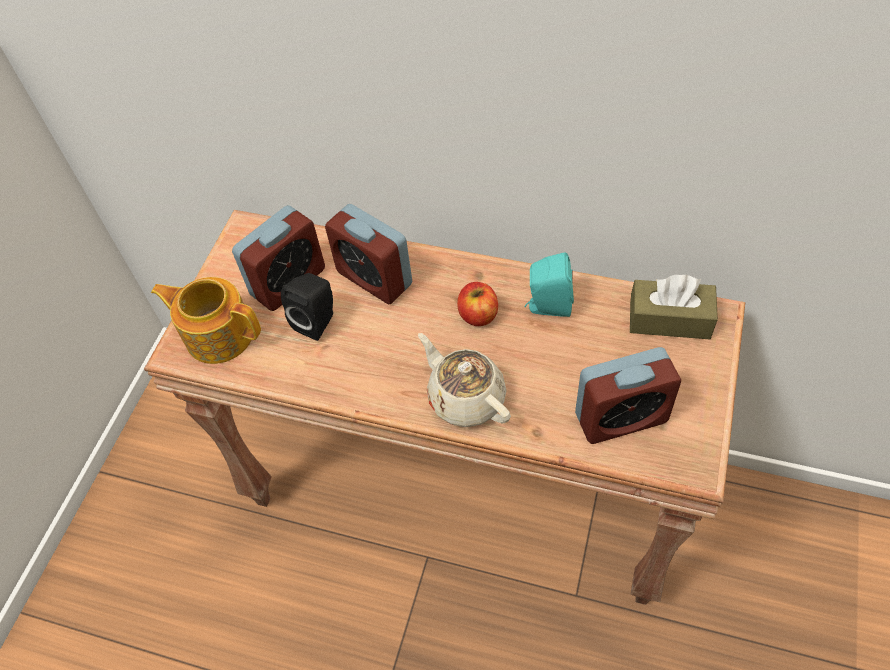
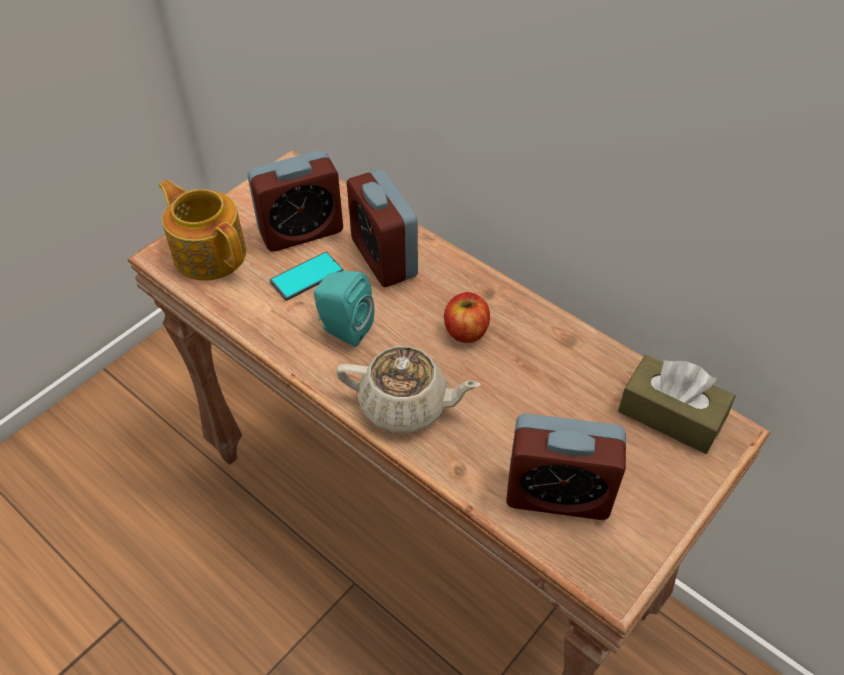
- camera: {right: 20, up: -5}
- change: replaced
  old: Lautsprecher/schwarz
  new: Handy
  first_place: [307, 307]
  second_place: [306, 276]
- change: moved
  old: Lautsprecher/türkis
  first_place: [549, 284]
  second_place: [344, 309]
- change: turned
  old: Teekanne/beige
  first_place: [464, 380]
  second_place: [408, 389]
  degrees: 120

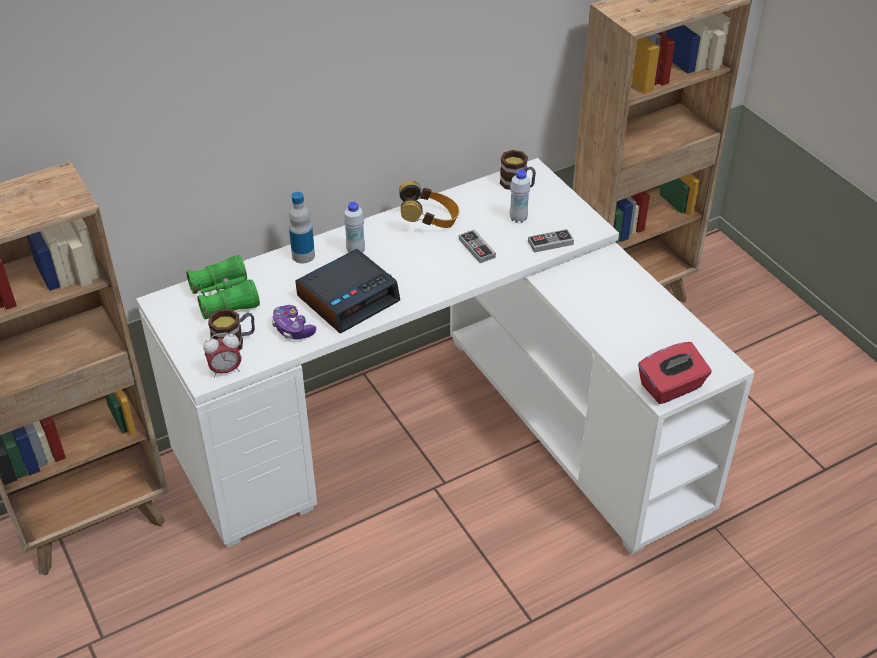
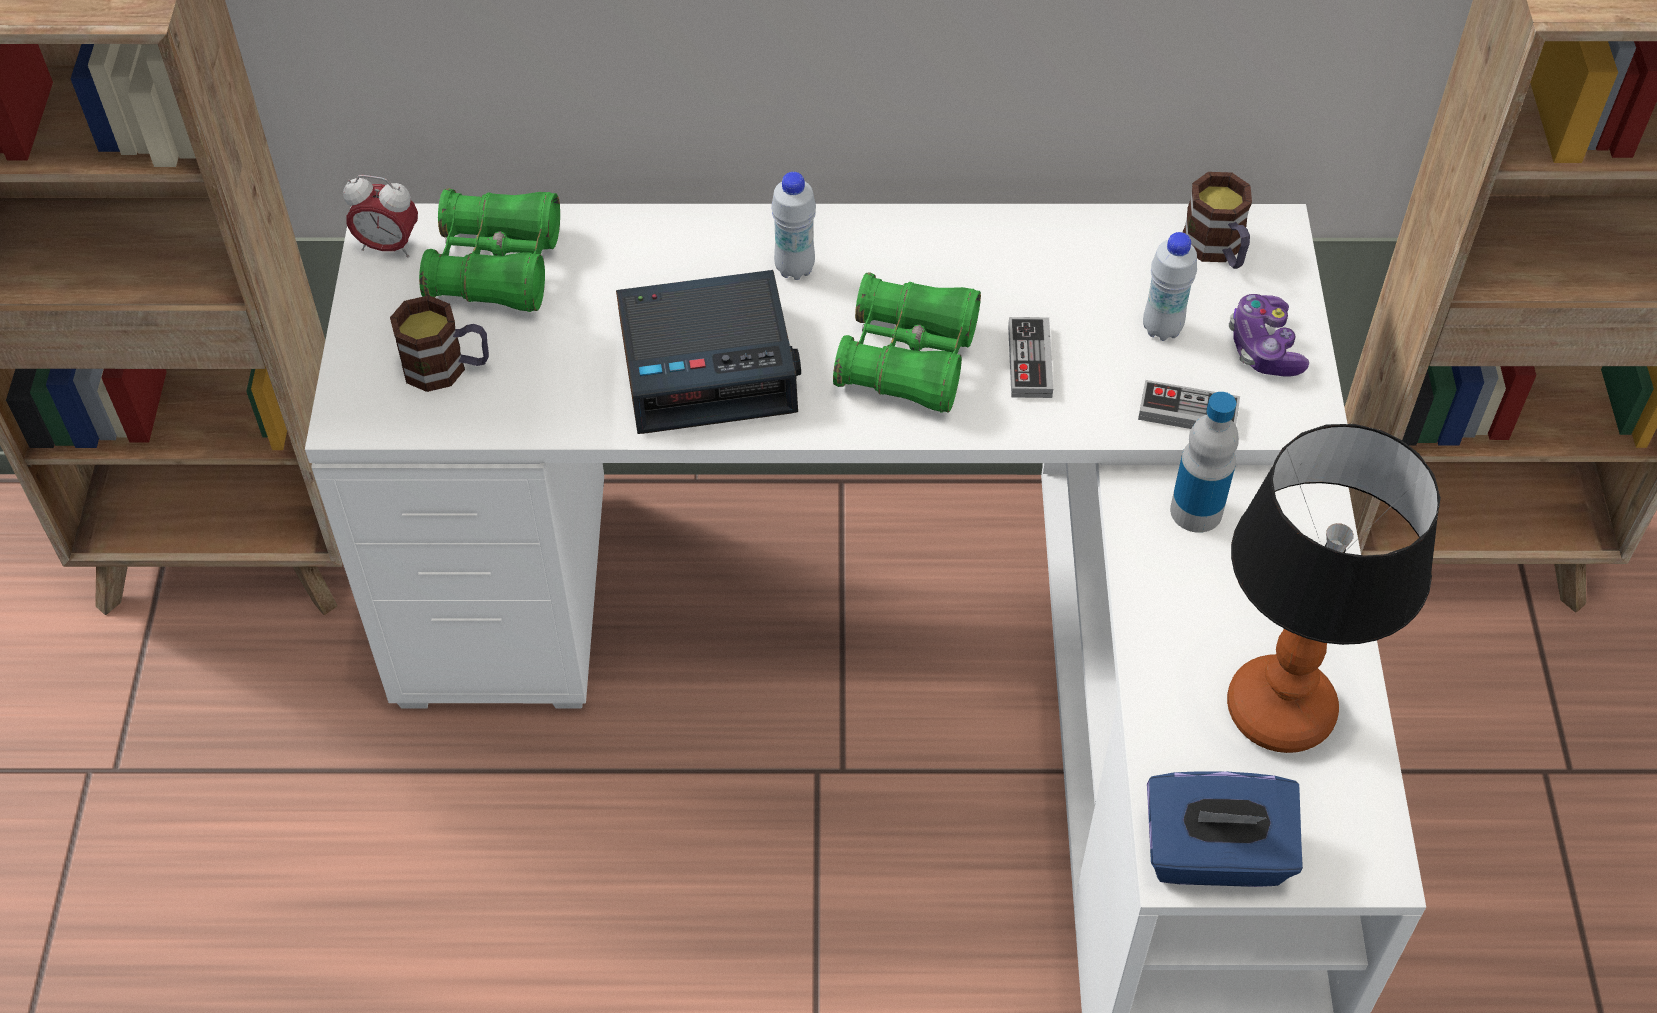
- camera: {right: 30, up: 10}
- change: moved
  old: Wecker
  first_place: [222, 355]
  second_place: [380, 216]
- change: added
  new: Fernglas/grün
  second_place: [907, 342]
- change: recoloured
  old: Taschentuchbox/rot
  new: Taschentuchbox/blau
  first_place: [674, 373]
  second_place: [1225, 829]
- change: moved
  old: Flasche
  first_place: [302, 227]
  second_place: [1204, 462]
- change: added
  new: Tischlampe
  second_place: [1334, 588]
- change: moved
  old: Gamepad
  first_place: [294, 322]
  second_place: [1269, 335]
- change: removed
  old: Kopfhörer
  first_place: [429, 204]

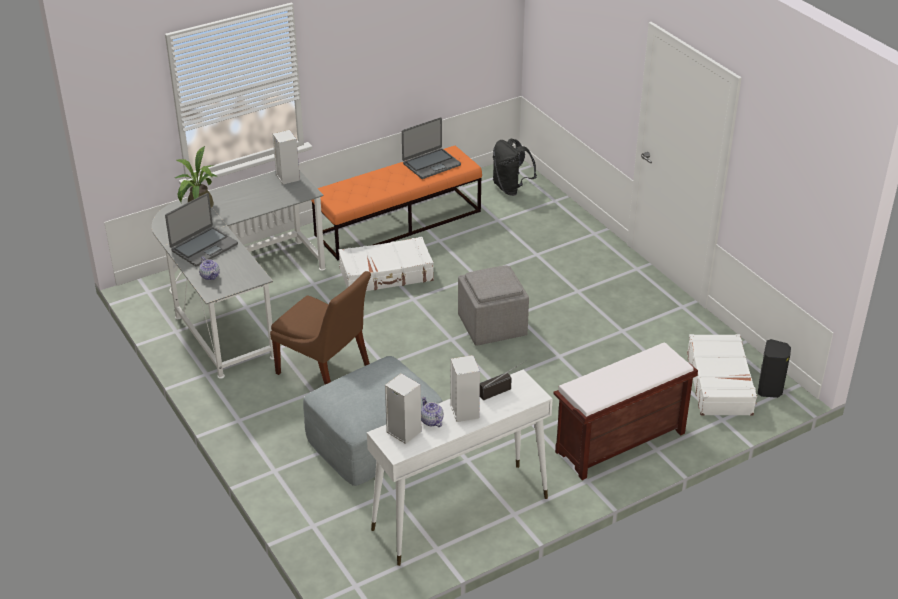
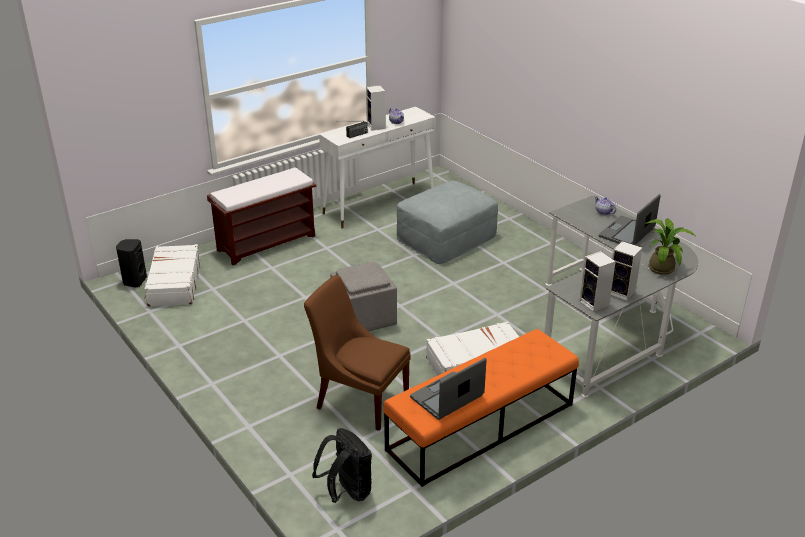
- camera: {right: 175, up: -5}
- change: moved
  old: Stuhl/braun
  first_place: [320, 328]
  second_place: [357, 353]
- change: moved
  old: Lautsprecher
  first_place: [403, 408]
  second_place: [626, 271]

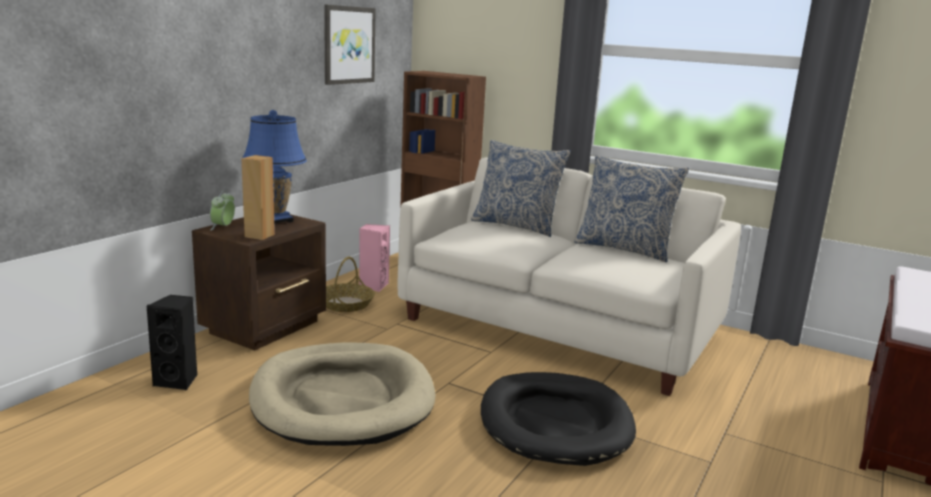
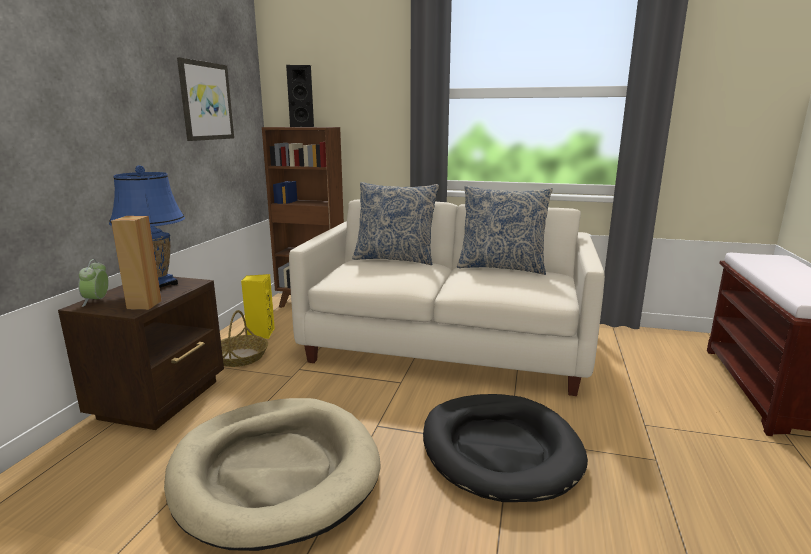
- camera: {right: -15, up: 0}
- change: recoloured
  old: Lautsprecher/rosa
  new: Lautsprecher/gelb
  first_place: [374, 258]
  second_place: [258, 306]
- change: moved
  old: Lautsprecher/schwarz
  first_place: [172, 342]
  second_place: [300, 96]

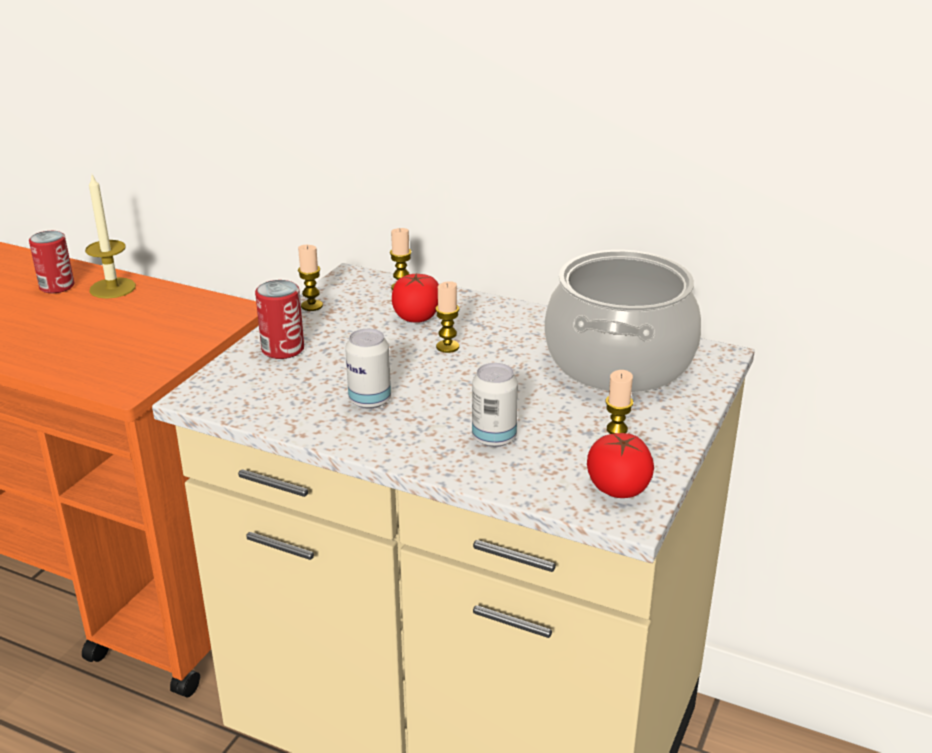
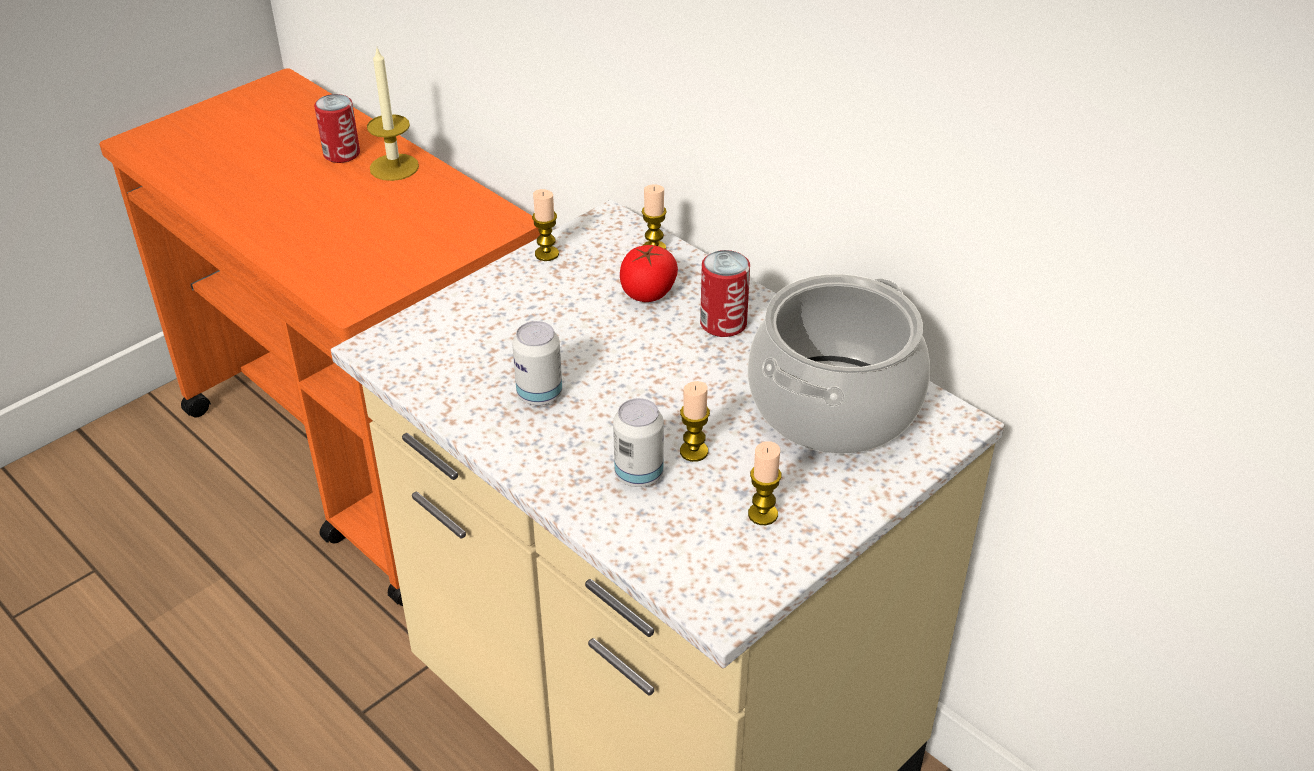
- camera: {right: 20, up: 10}
- change: moved
  old: Kerze
  first_place: [447, 317]
  second_place: [695, 421]
- change: moved
  old: Dose
  first_place: [279, 319]
  second_place: [725, 293]
- change: removed
  old: Tomate
  first_place: [620, 465]

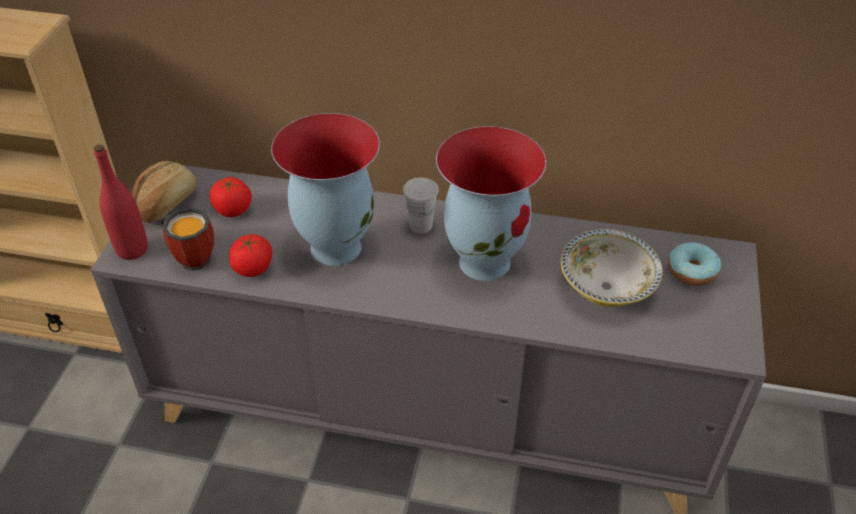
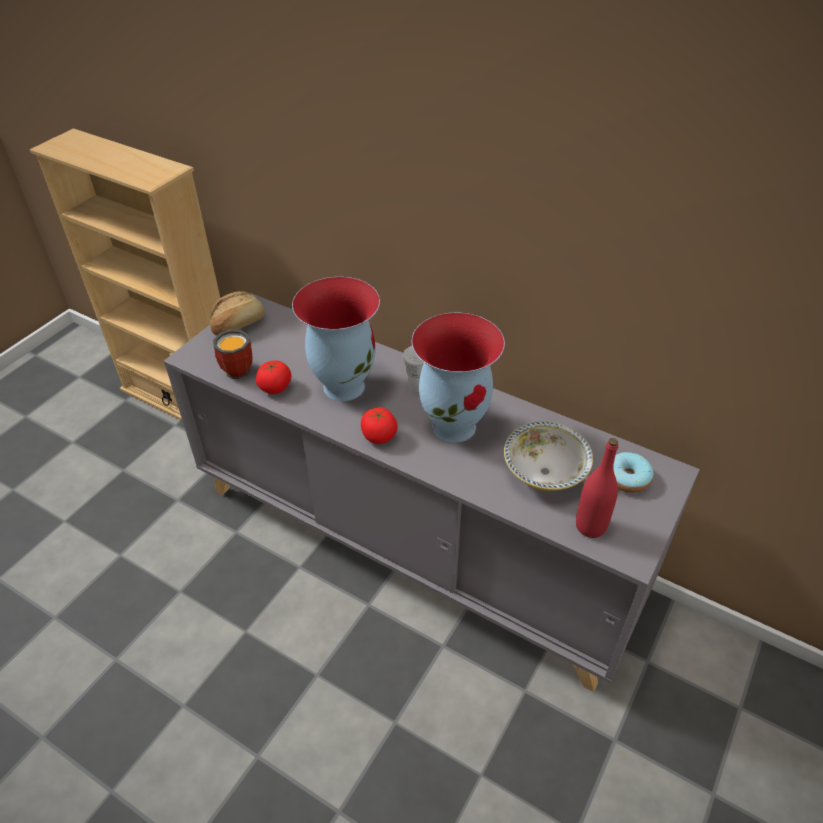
- camera: {right: 20, up: 0}
- change: moved
  old: Tomate
  first_place: [231, 197]
  second_place: [379, 425]
- change: moved
  old: Flasche/rot
  first_place: [121, 202]
  second_place: [597, 488]

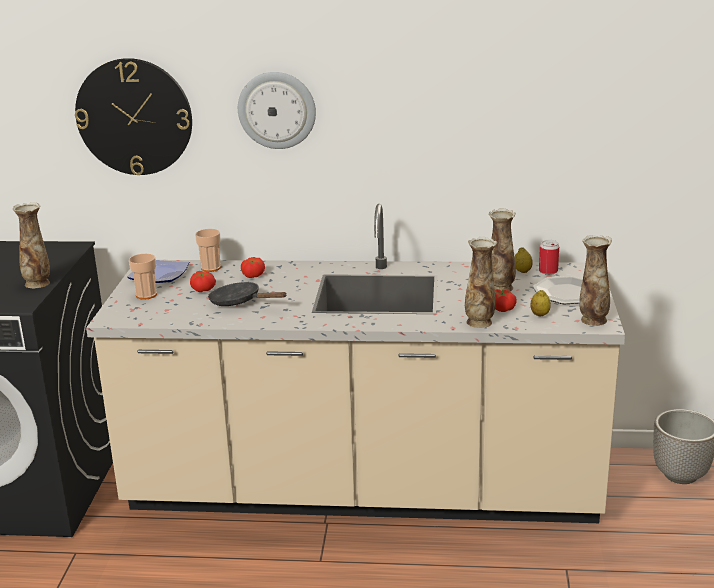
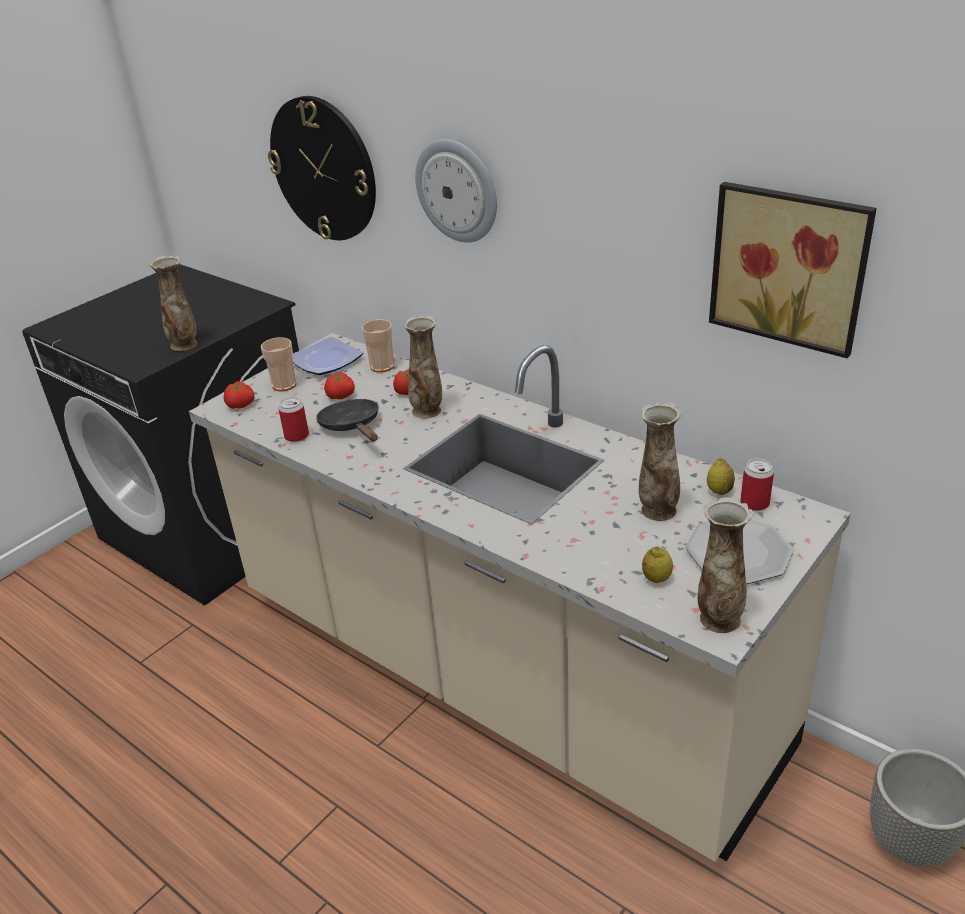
- camera: {right: 35, up: 10}
- change: moved
  old: Tomate
  first_place: [506, 300]
  second_place: [239, 395]
- change: added
  new: Dose
  second_place: [293, 419]
- change: moved
  old: Vase
  first_place: [481, 282]
  second_place: [422, 367]
- change: added
  new: Bild
  second_place: [793, 270]

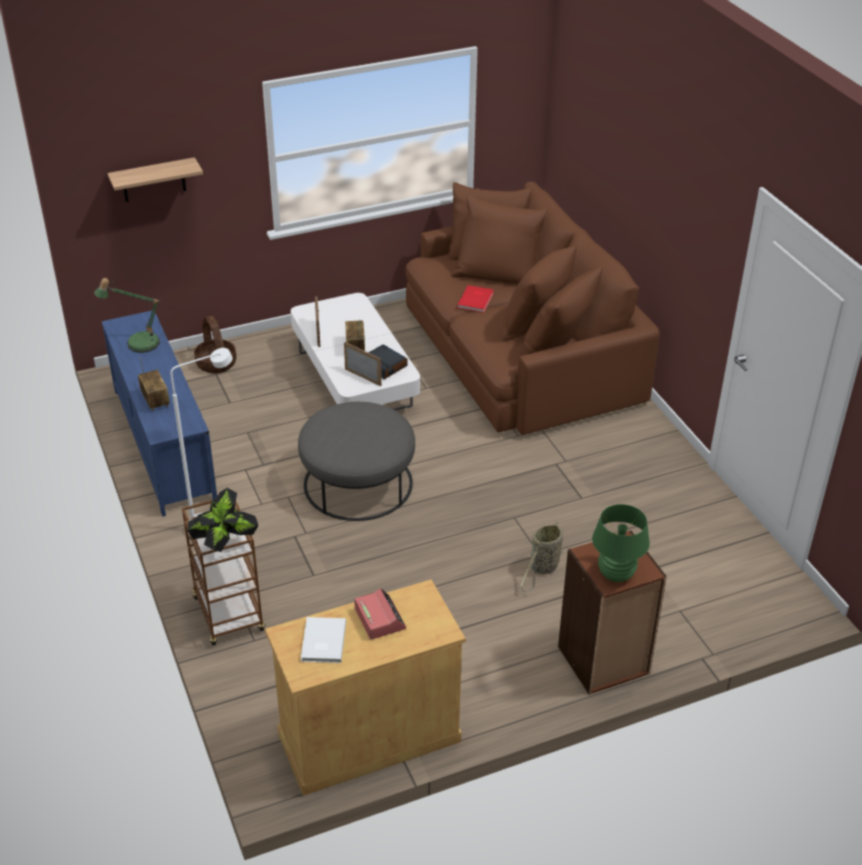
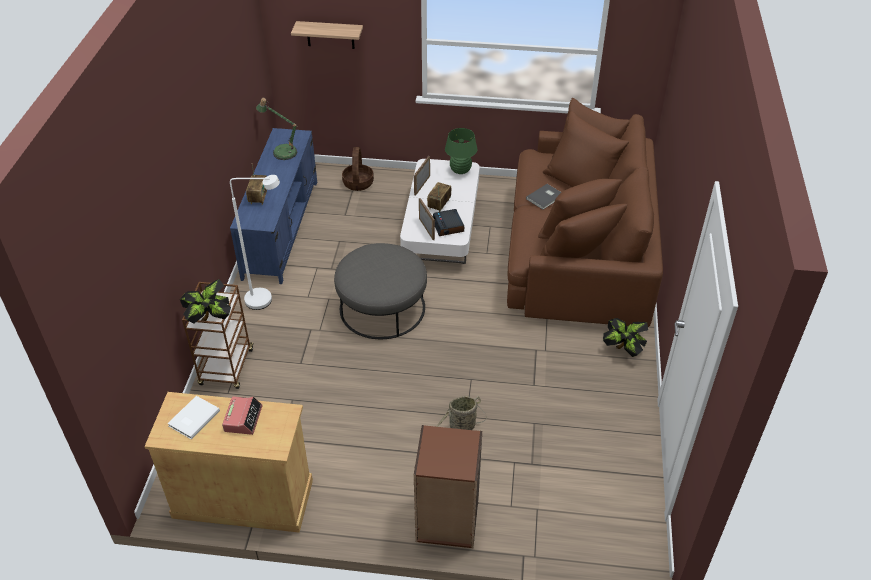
- camera: {right: 30, up: 5}
- change: moved
  old: Tischlampe/grün
  first_place: [621, 543]
  second_place: [461, 151]
- change: recoloured
  old: Buch/rot
  new: Buch/grau
  first_place: [475, 299]
  second_place: [543, 197]
- change: added
  new: Topfpflanze
  second_place: [625, 337]

